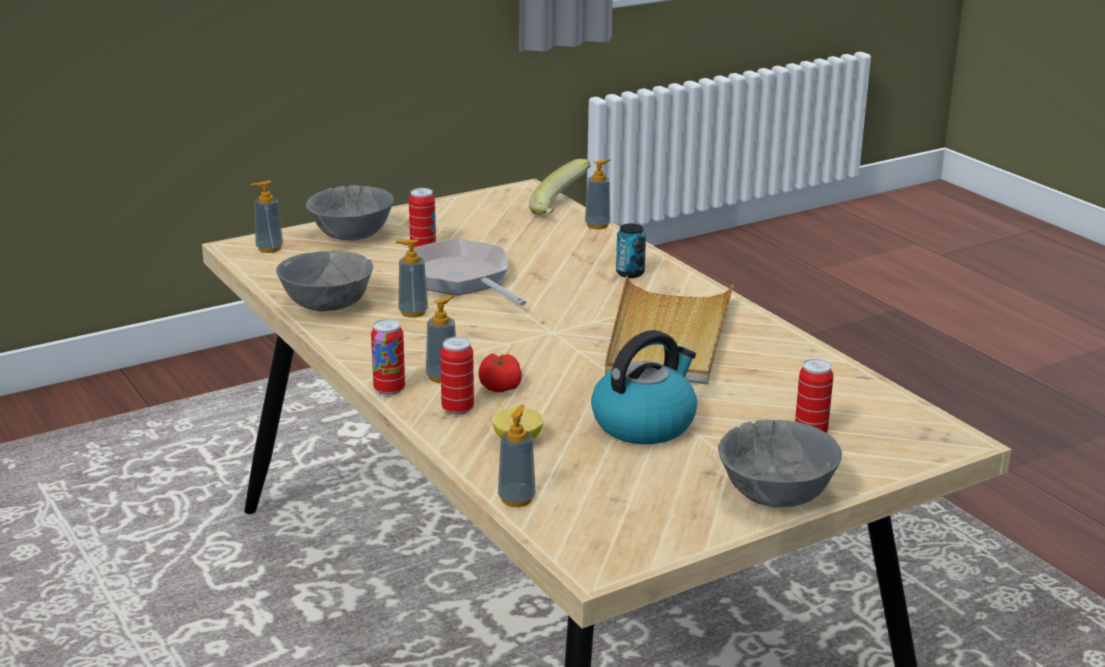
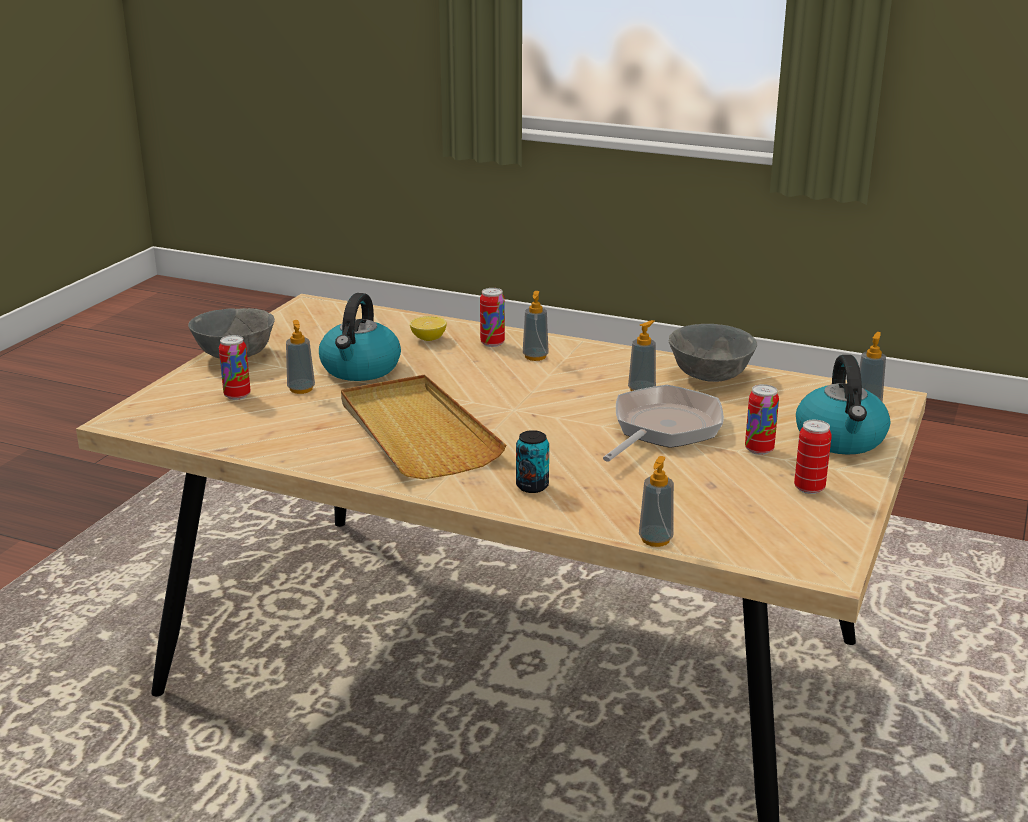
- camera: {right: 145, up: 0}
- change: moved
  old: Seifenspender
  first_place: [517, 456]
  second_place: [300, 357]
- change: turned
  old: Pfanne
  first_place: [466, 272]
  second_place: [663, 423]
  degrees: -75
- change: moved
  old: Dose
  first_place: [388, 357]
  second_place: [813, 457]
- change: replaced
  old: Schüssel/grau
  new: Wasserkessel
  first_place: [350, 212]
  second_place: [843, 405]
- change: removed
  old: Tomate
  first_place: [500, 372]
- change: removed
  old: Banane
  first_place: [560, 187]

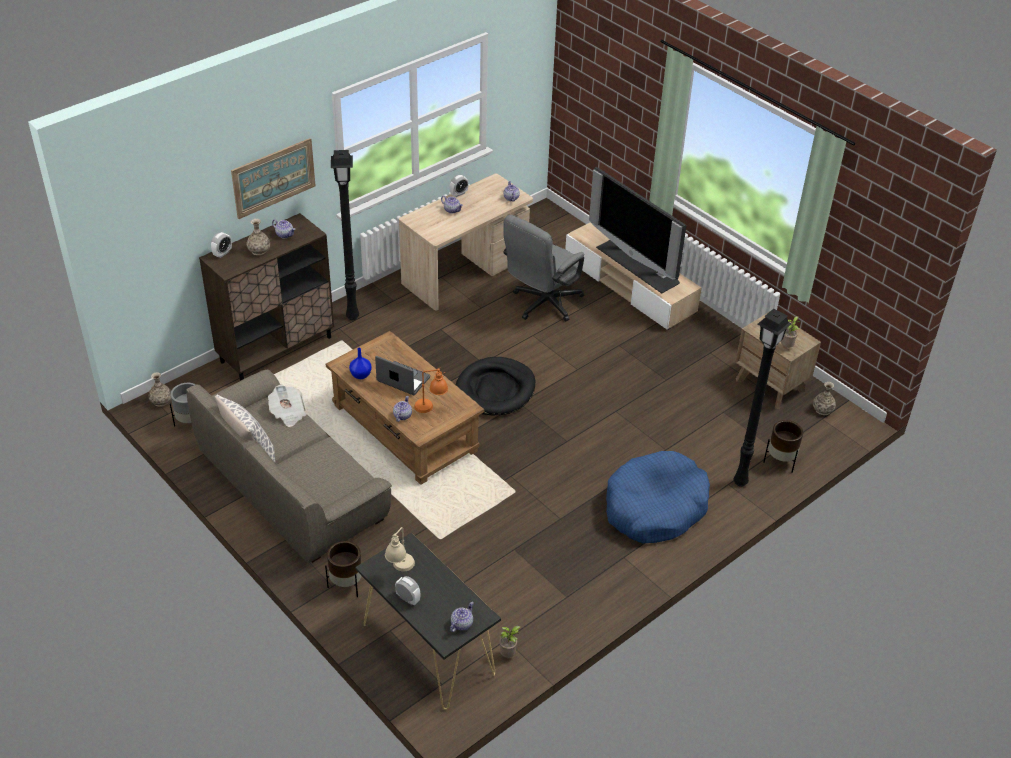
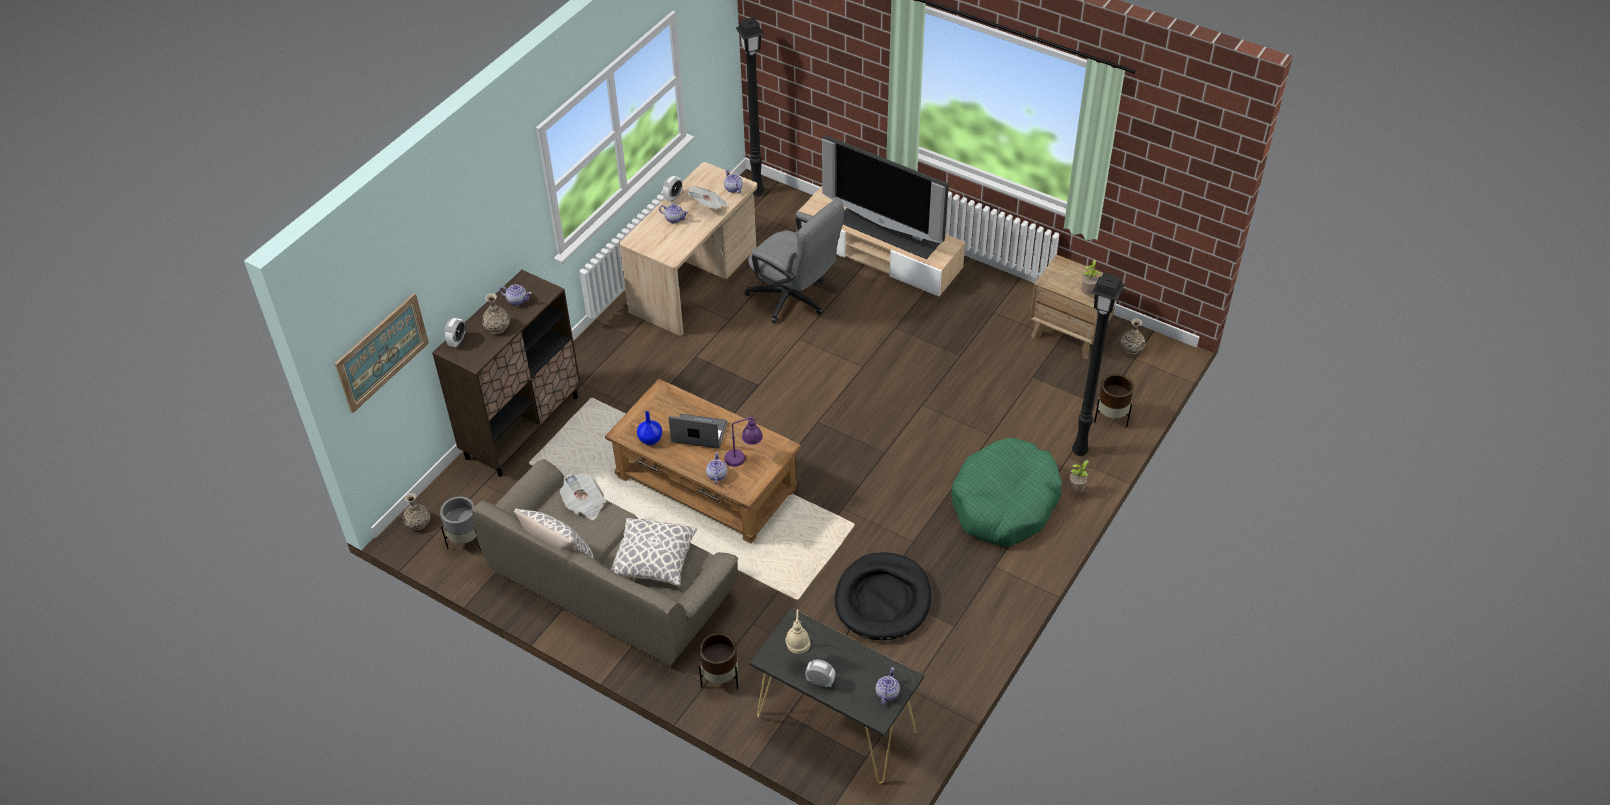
- camera: {right: -15, up: 5}
- change: moved
  old: Bild
  first_place: [273, 178]
  second_place: [382, 353]
- change: added
  new: Kissen
  second_place: [653, 552]
- change: added
  new: Zeitung
  second_place: [708, 198]
- change: recoloured
  old: Tischlampe/orange
  new: Tischlampe/lila
  first_place: [431, 390]
  second_place: [743, 440]
- change: moved
  old: Stehlampe/schwarz
  first_place: [345, 235]
  second_place: [750, 106]
- change: turned
  old: Bürostuhl/grau
  first_place: [543, 268]
  second_place: [794, 261]
  degrees: -75
- change: moved
  old: Hundebett/schwarz
  first_place: [495, 386]
  second_place: [883, 596]
- change: recoloured
  old: Hundebett/blau
  new: Hundebett/grün
  first_place: [658, 497]
  second_place: [1007, 492]
- change: moved
  old: Topfpflanze
  first_place: [509, 642]
  second_place: [1079, 477]

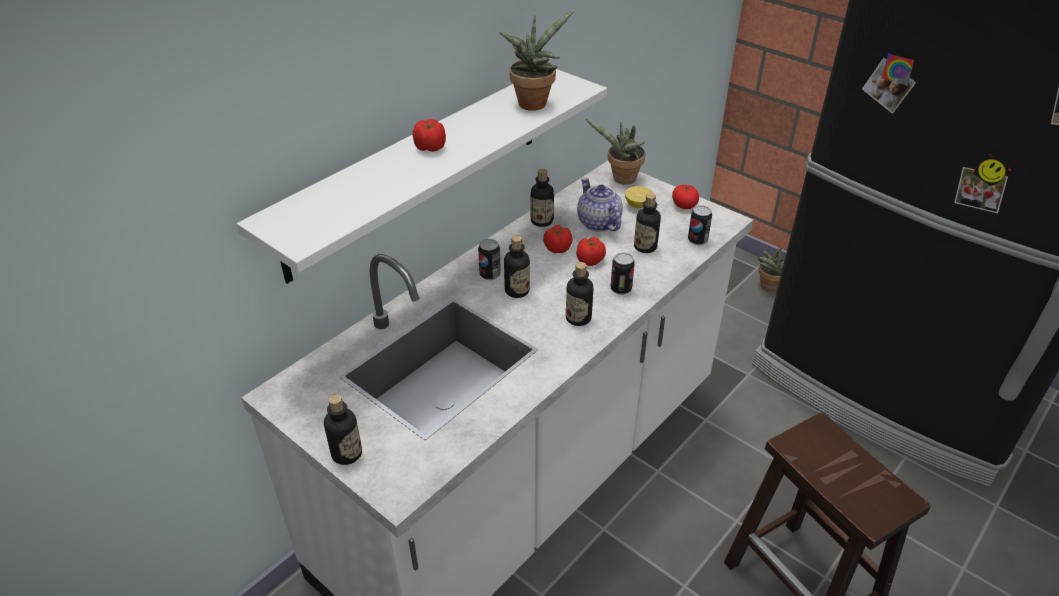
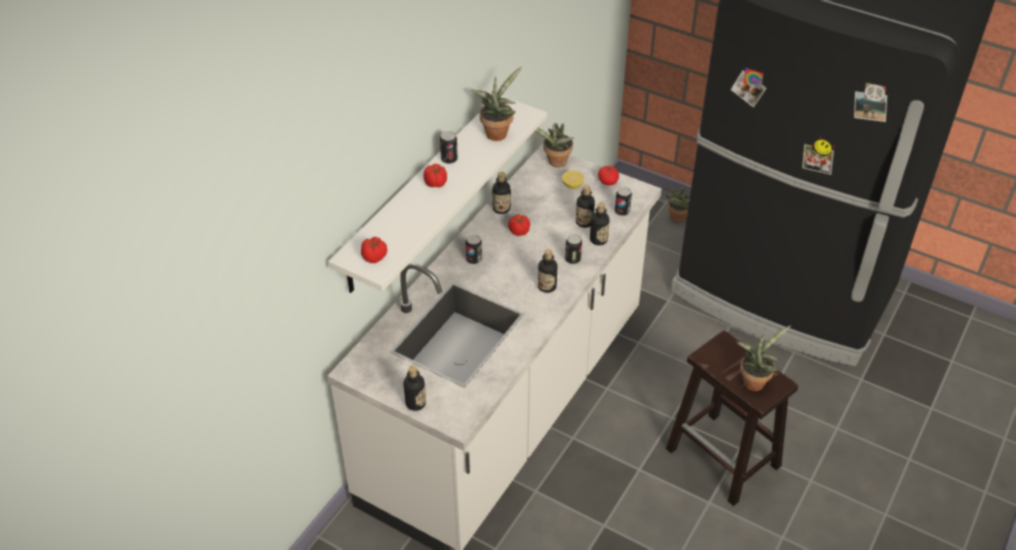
- camera: {right: -10, up: 5}
- change: moved
  old: Tomate
  first_place: [591, 251]
  second_place: [374, 250]
- change: added
  new: Dose
  second_place: [449, 147]
- change: moved
  old: Flasche
  first_place: [517, 267]
  second_place: [600, 223]
- change: added
  new: Topfpflanze
  second_place: [763, 358]
- change: removed
  old: Teekanne
  first_place: [600, 205]

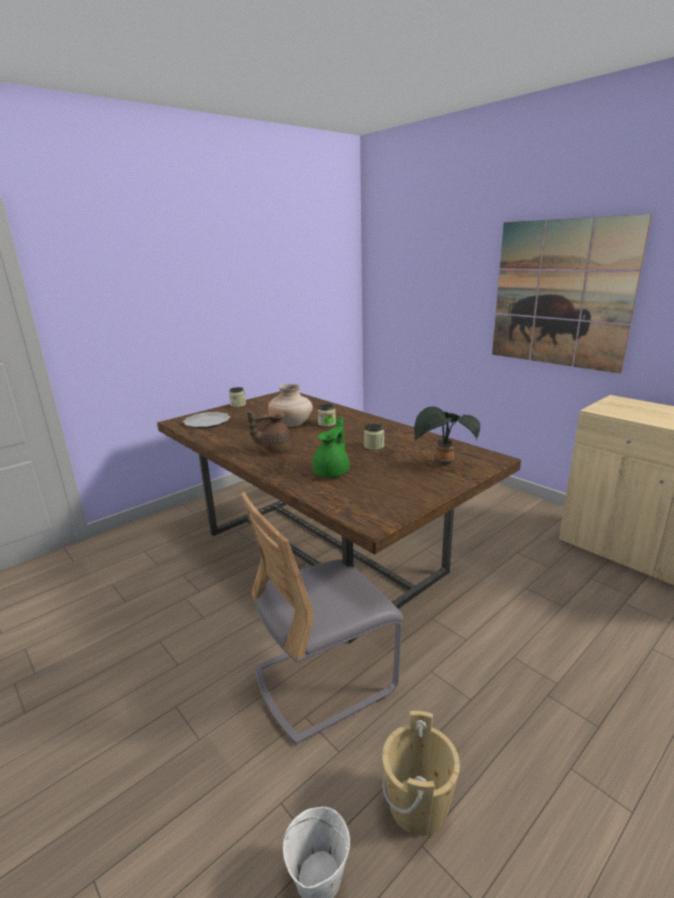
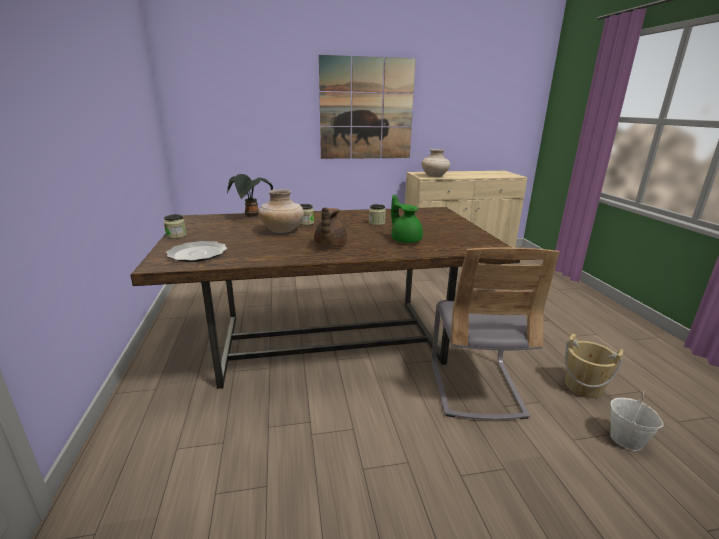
- camera: {right: -60, up: 0}
- change: moved
  old: Topfpflanze
  first_place: [447, 436]
  second_place: [250, 195]
- change: added
  new: Vase/beige
  second_place: [435, 163]

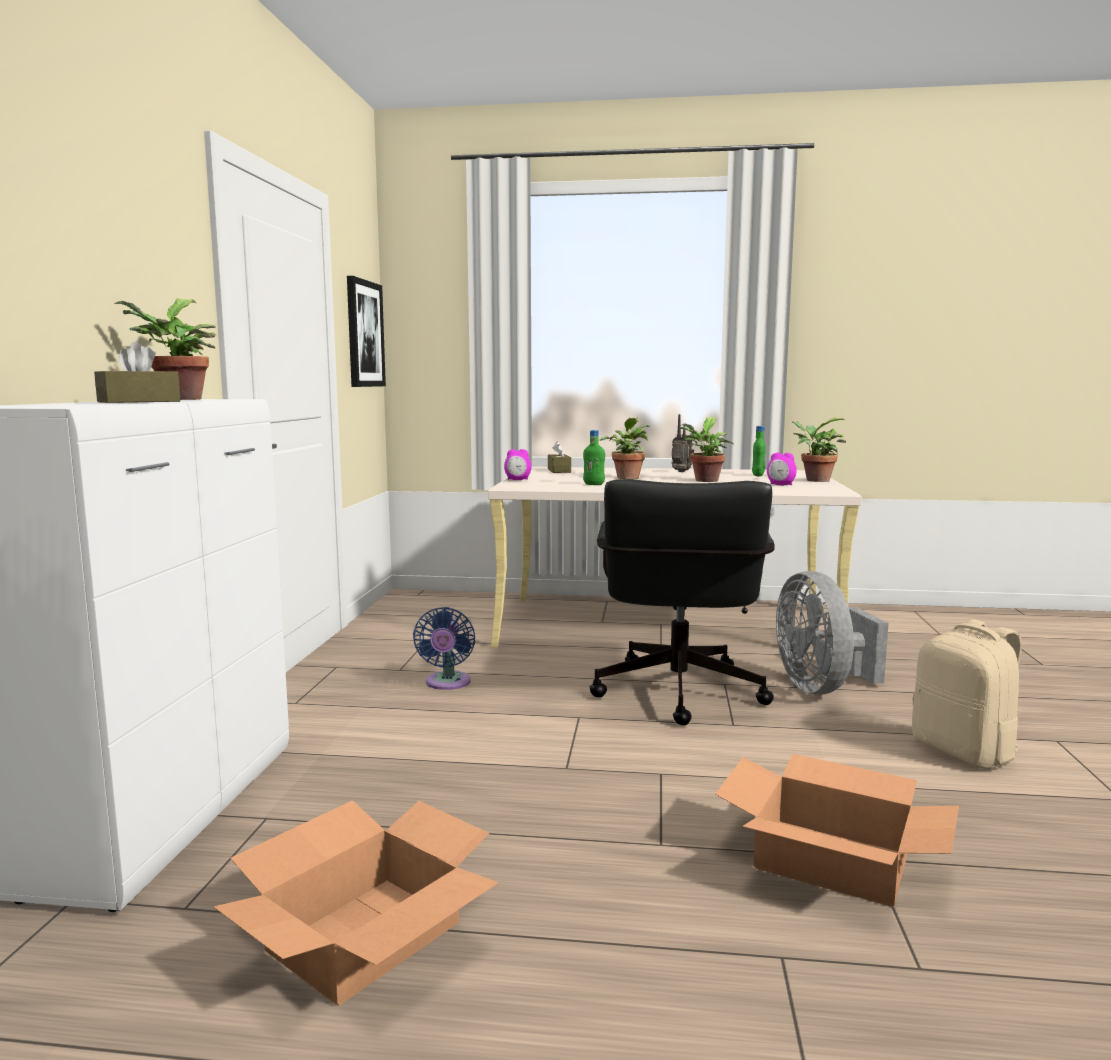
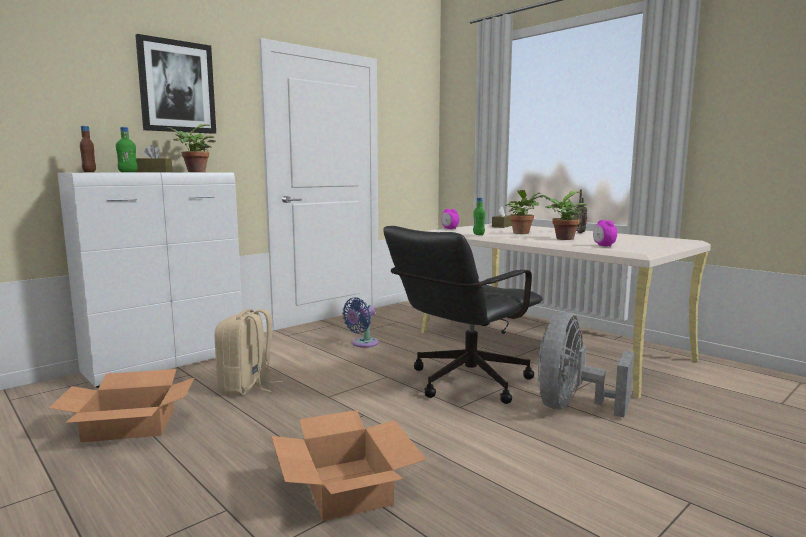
- camera: {right: 40, up: 0}
- change: added
  new: Flasche/braun
  second_place: [88, 149]
- change: moved
  old: Flasche/grün
  first_place: [759, 451]
  second_place: [127, 149]
- change: moved
  old: Bild
  first_place: [366, 331]
  second_place: [175, 84]
- change: moved
  old: Rucksack/beige
  first_place: [967, 694]
  second_place: [248, 352]
- change: removed
  old: Topfpflanze
  first_place: [819, 450]

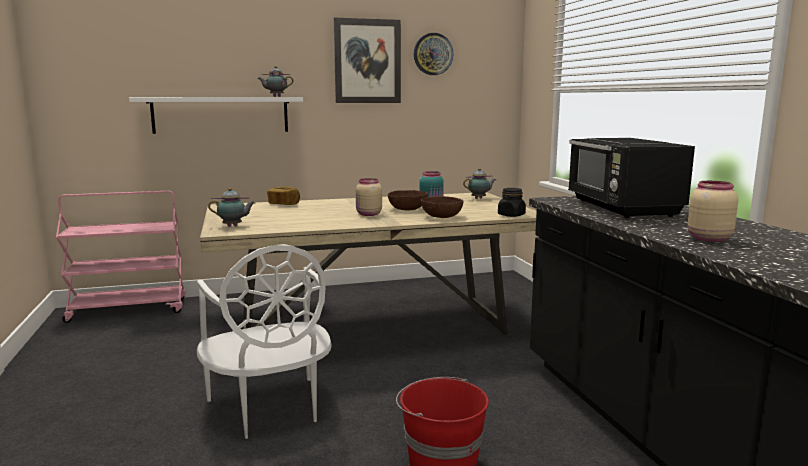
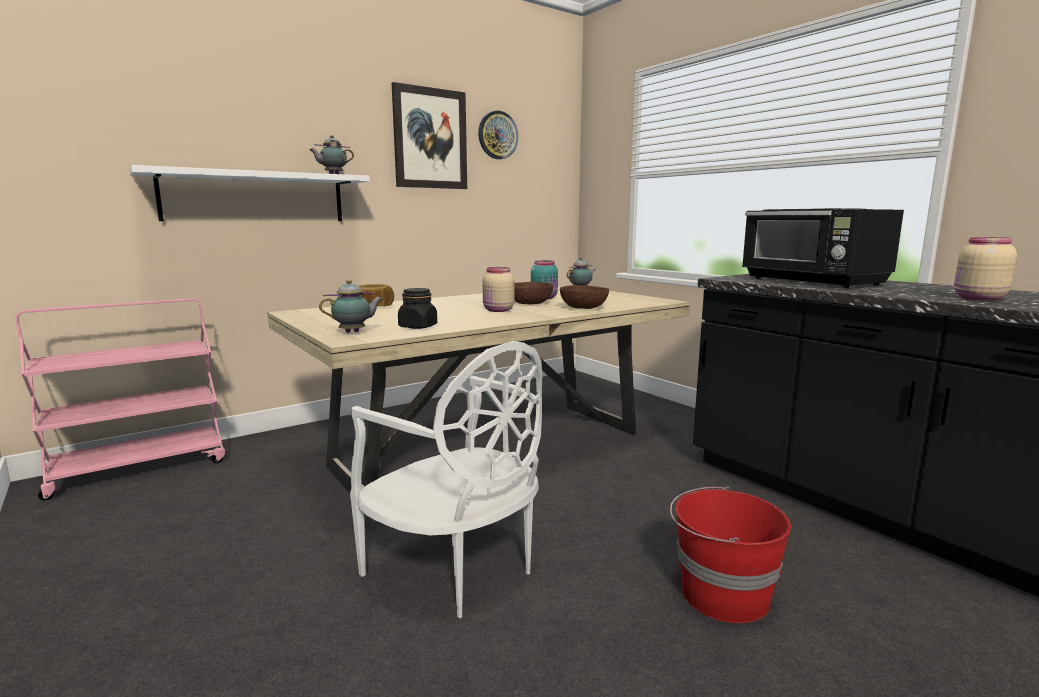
- camera: {right: -20, up: 0}
- change: moved
  old: Vorratsglas/schwarz
  first_place: [512, 202]
  second_place: [417, 308]

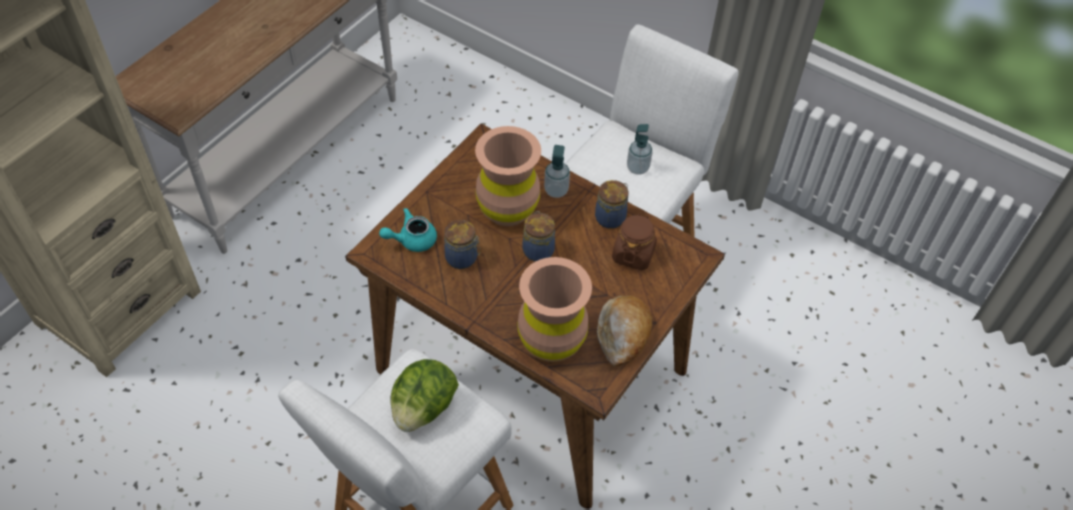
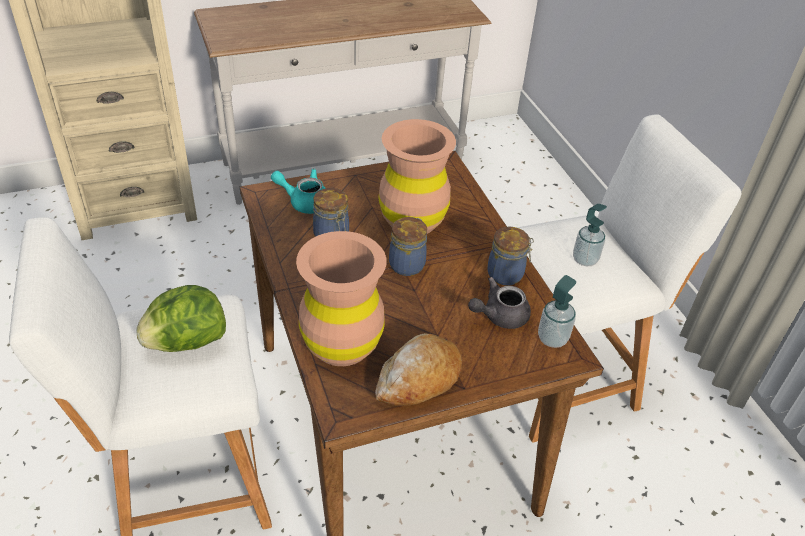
- camera: {right: 35, up: -10}
- change: replaced
  old: Vorratsglas/braun
  new: Teekanne/grau
  first_place: [634, 241]
  second_place: [499, 303]
- change: moved
  old: Seifenspender
  first_place: [557, 171]
  second_place: [557, 311]

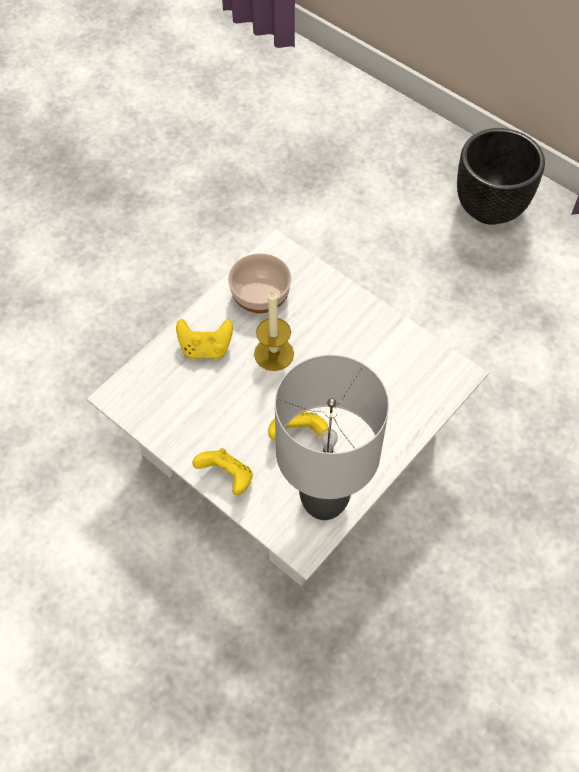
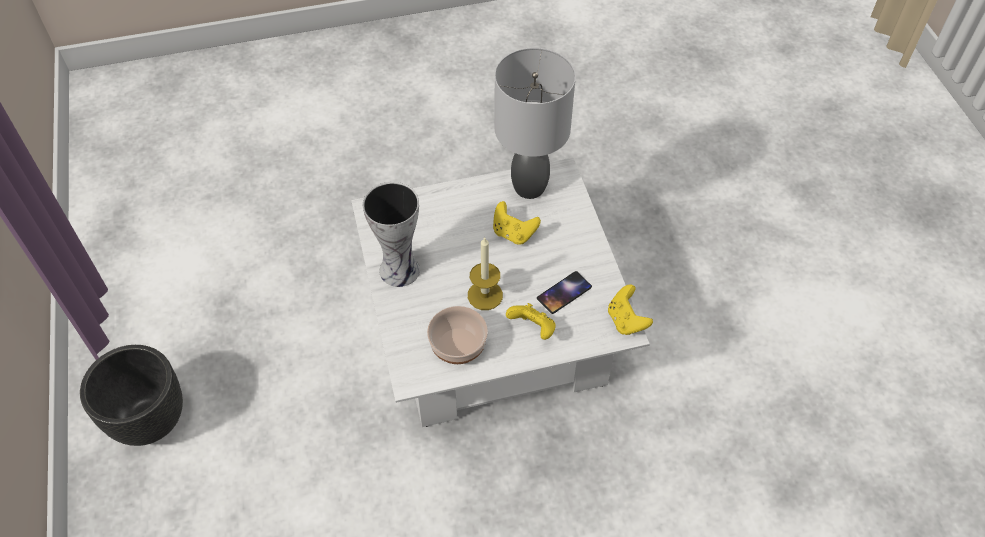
- camera: {right: -145, up: -5}
- change: added
  new: Vase
  second_place: [391, 234]
- change: added
  new: Handy
  second_place: [564, 292]
- change: moved
  old: Gamepad/gelb
  first_place: [223, 471]
  second_place: [630, 309]

